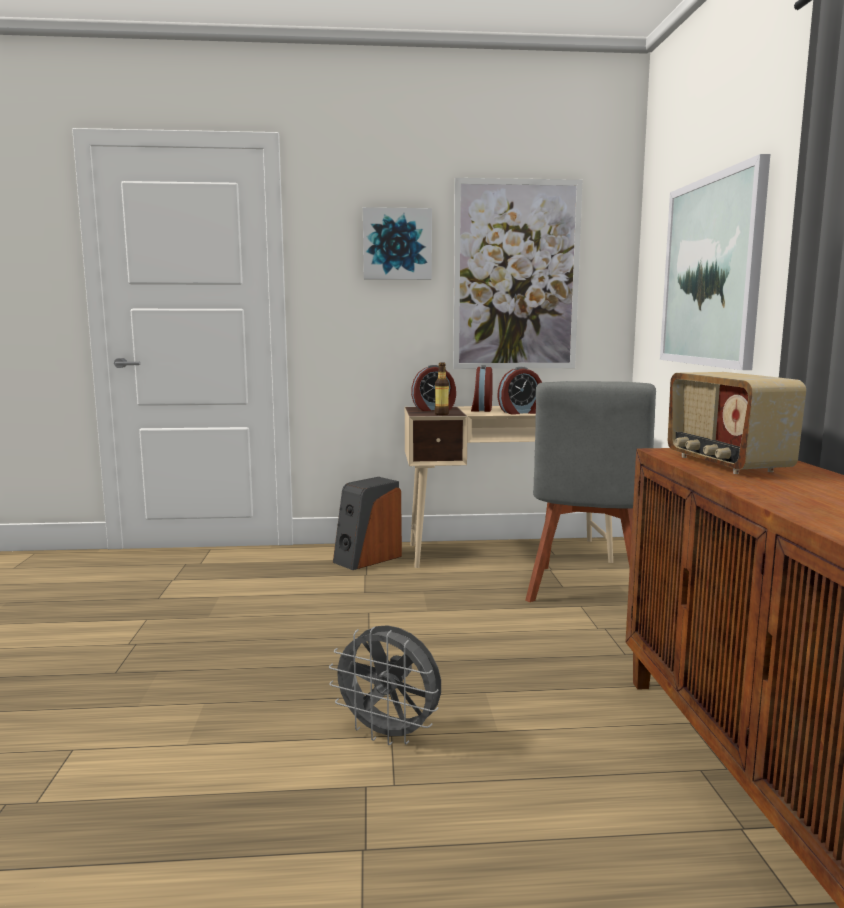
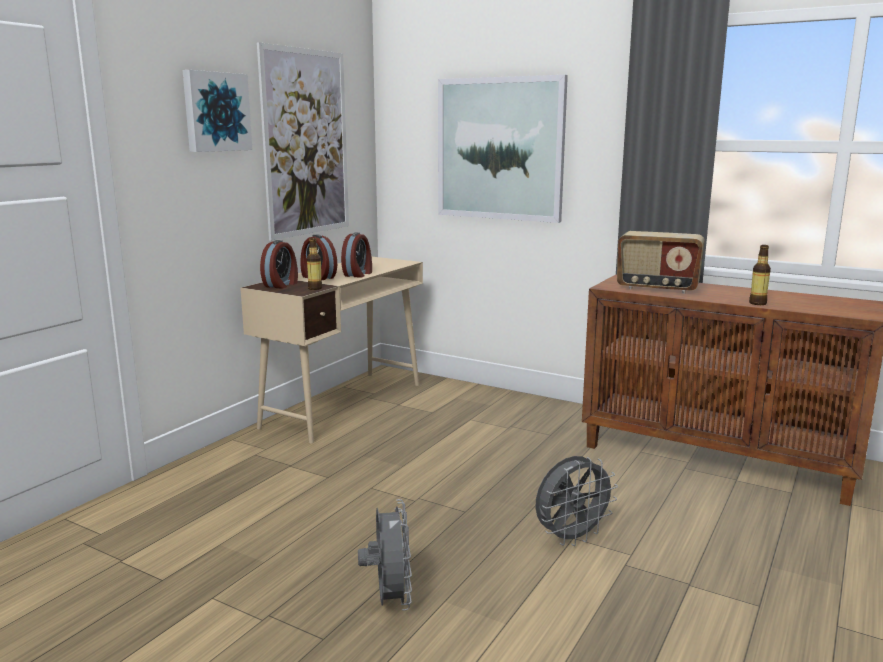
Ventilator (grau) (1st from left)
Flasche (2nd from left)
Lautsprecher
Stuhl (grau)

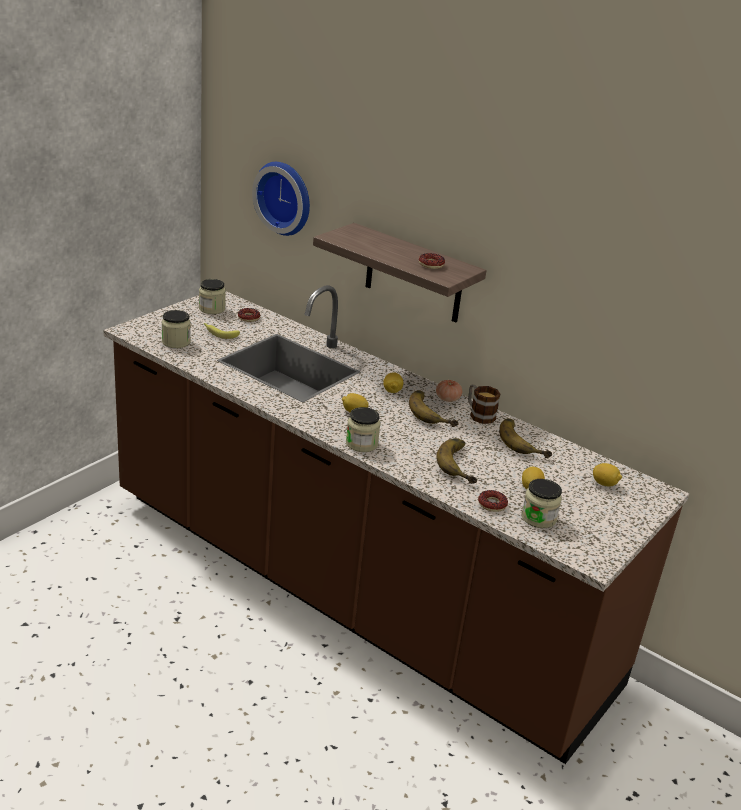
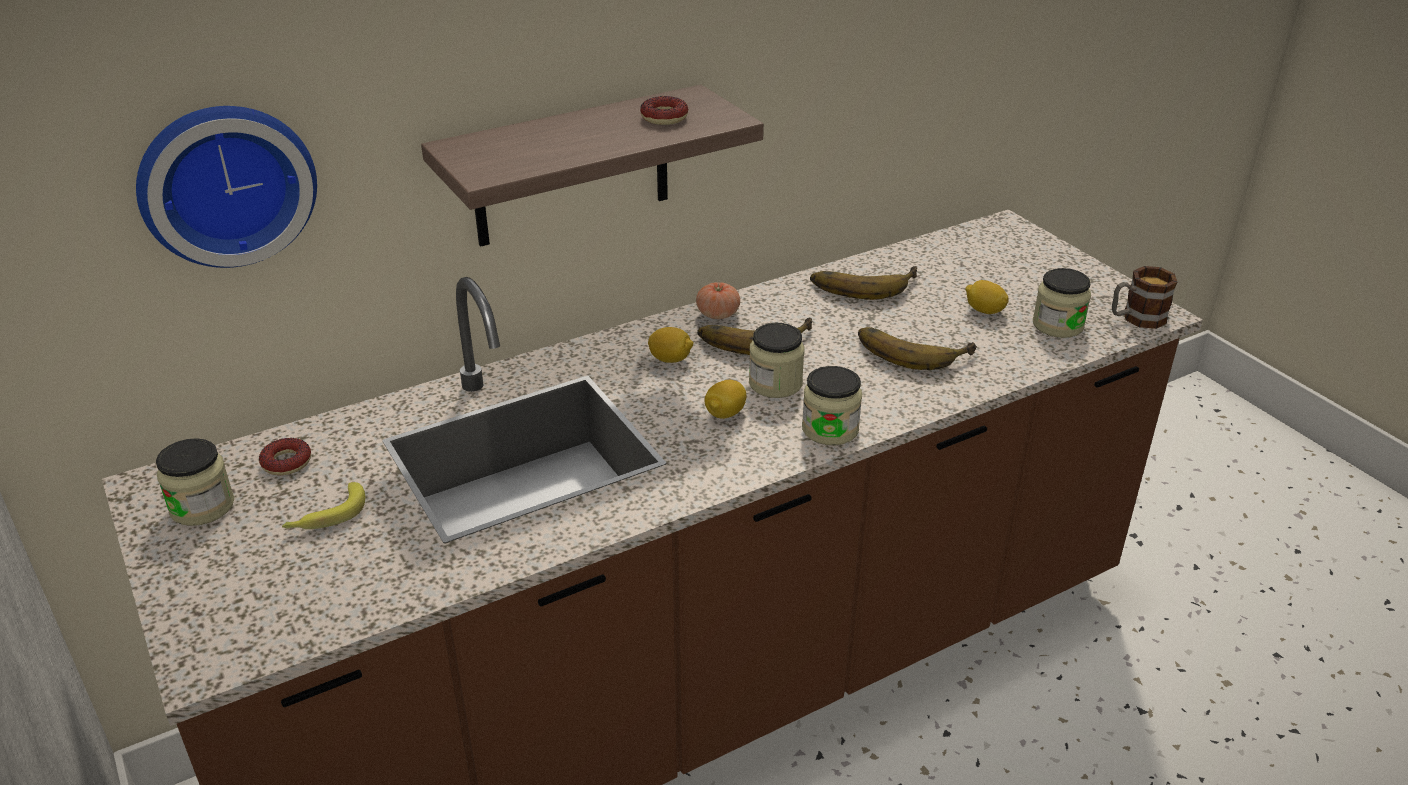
Vorratsglas (2nd from left)
Henkelbecher
Donut (3rd from left in the first image)
Zitrone (4th from left in the first image)

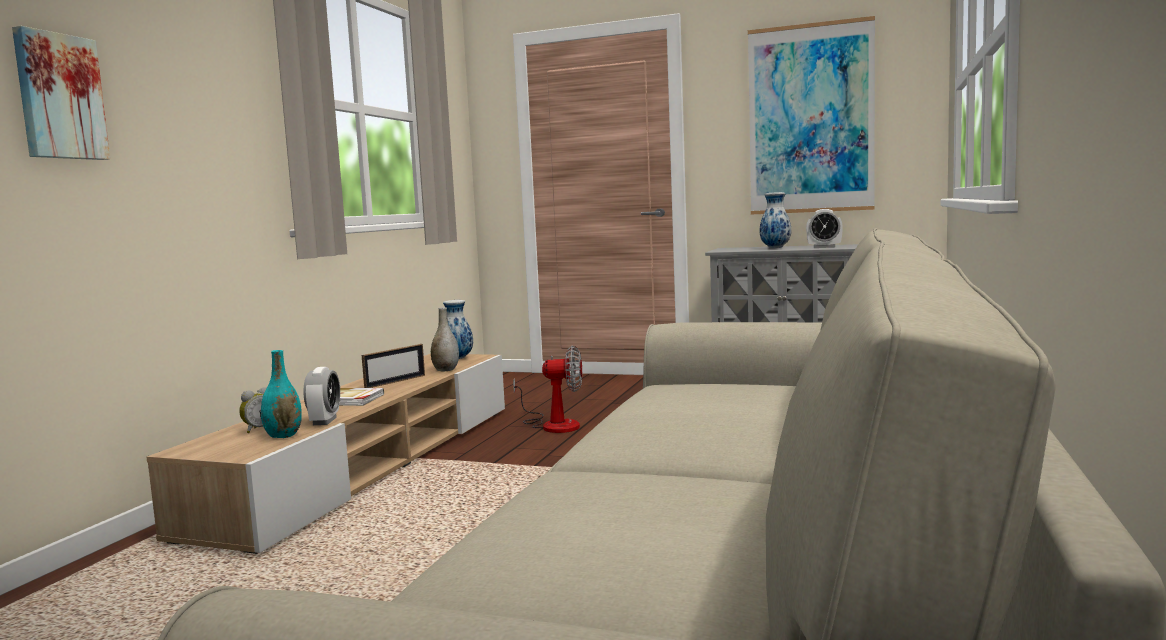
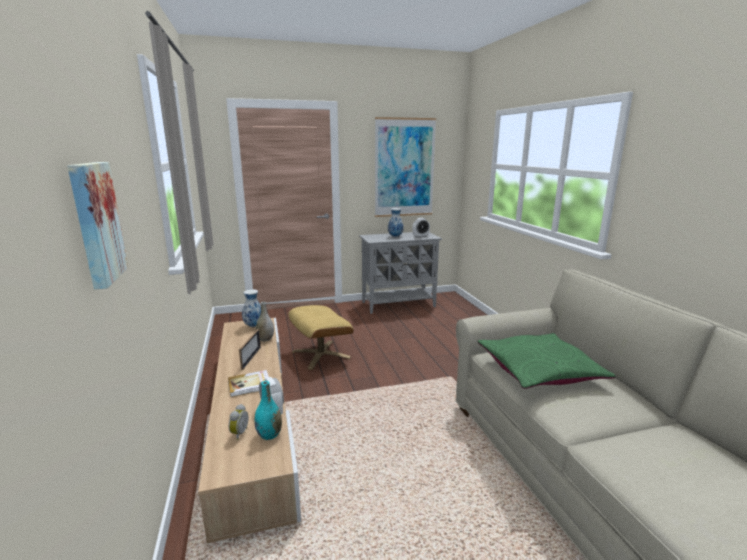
Polsterhocker (beige)
Kissen (grün)

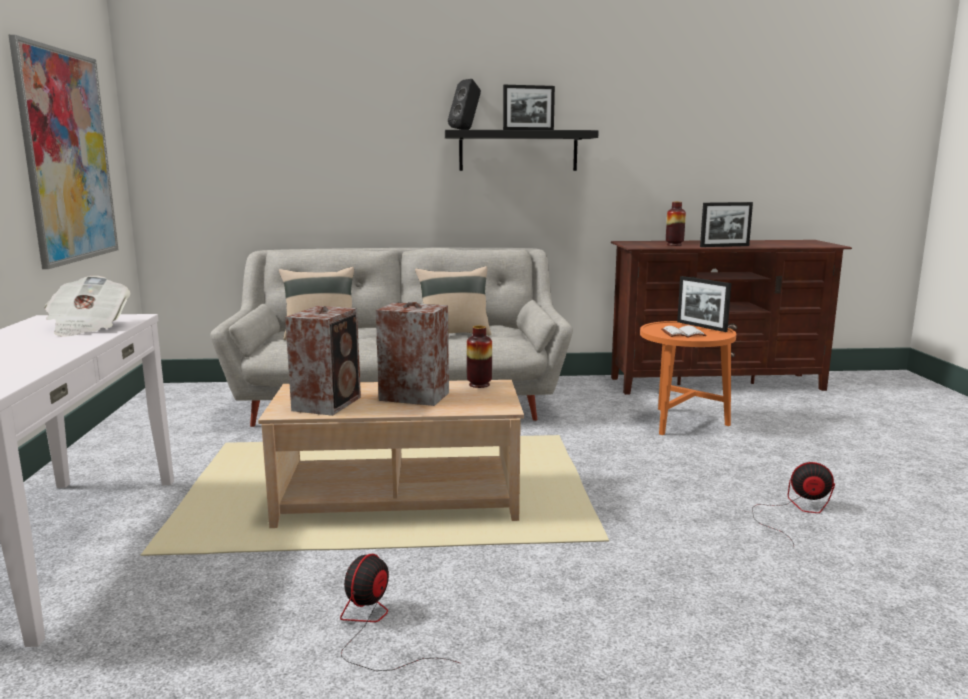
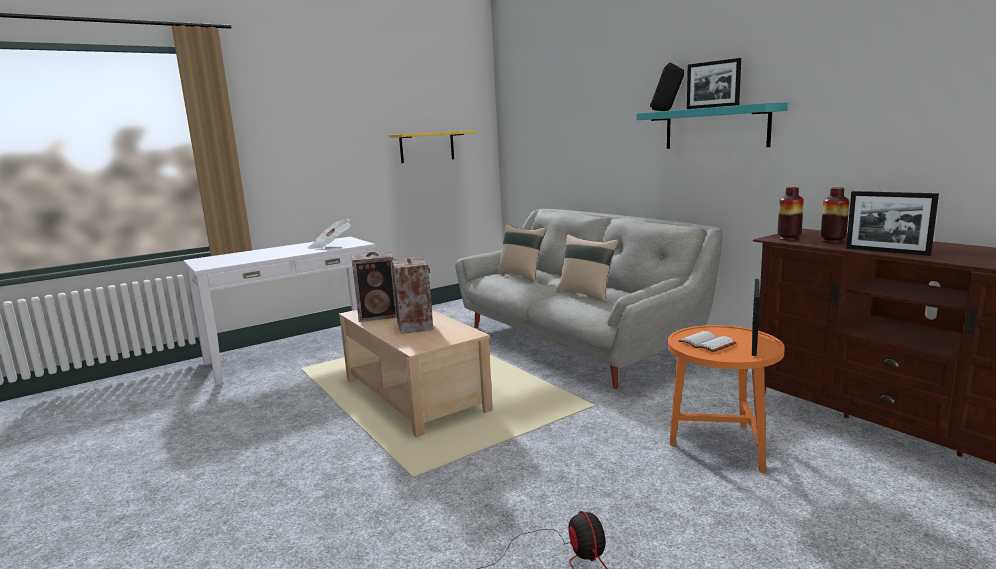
Wandregal (gelb)
Wandregal (türkis)
Vase (1st from left)
Ventilator (1st from left in the first image)

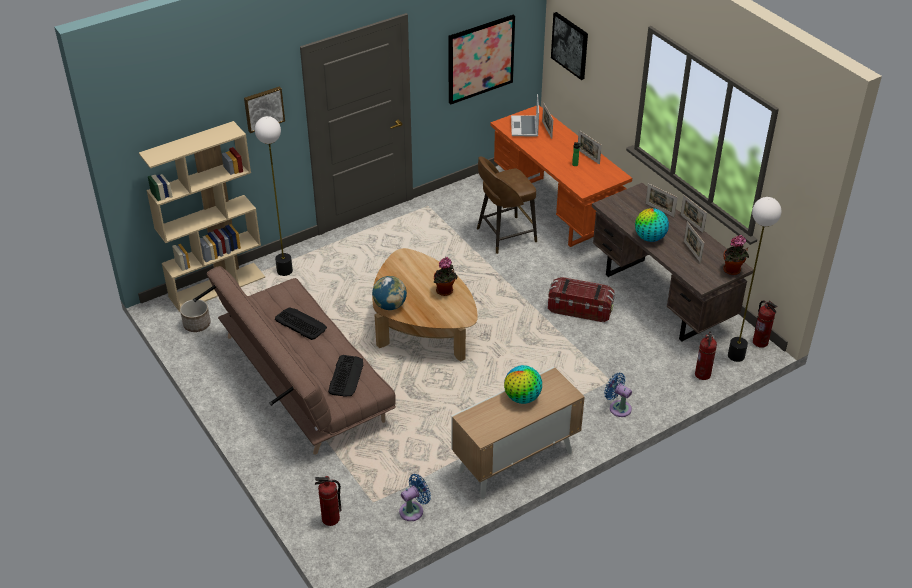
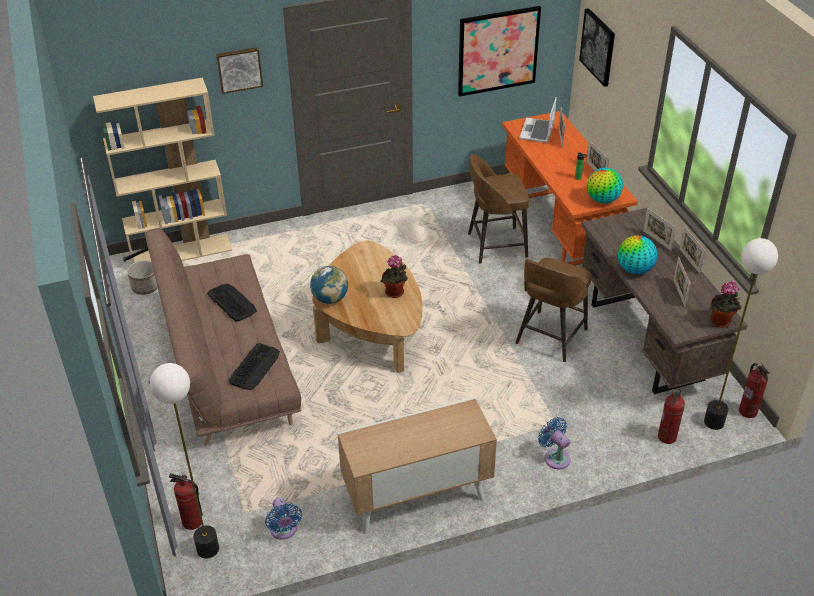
Stehlampe (1st from left)
Ventilator (blau) (1st from left)
Hocker (braun) (2nd from left)
Globus (2nd from left)

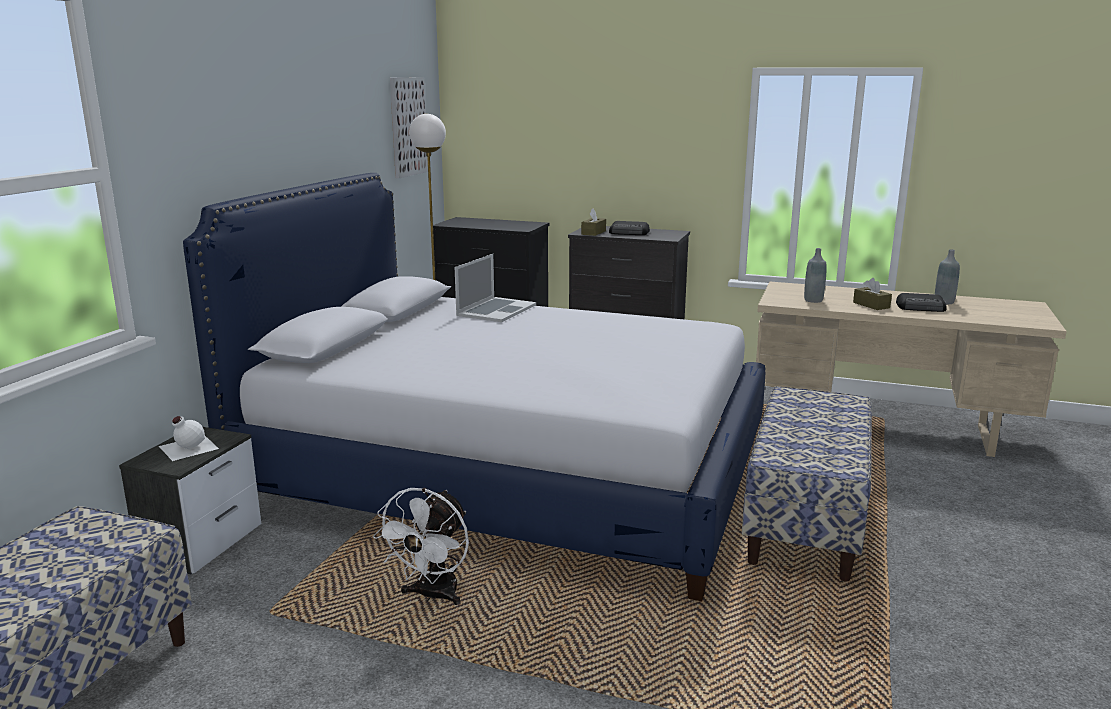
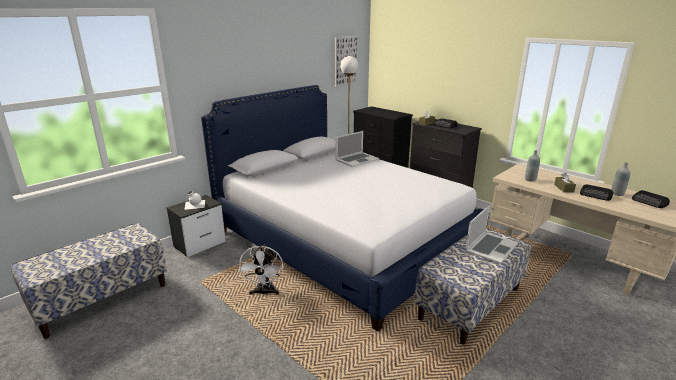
Ventilator (weiß)
Laptop (2nd from left)
Radio (3rd from left)

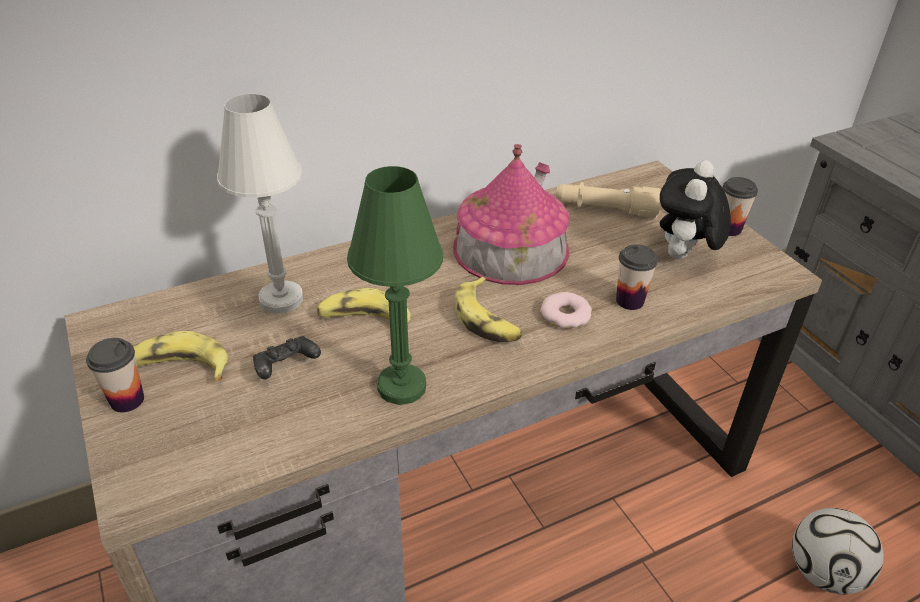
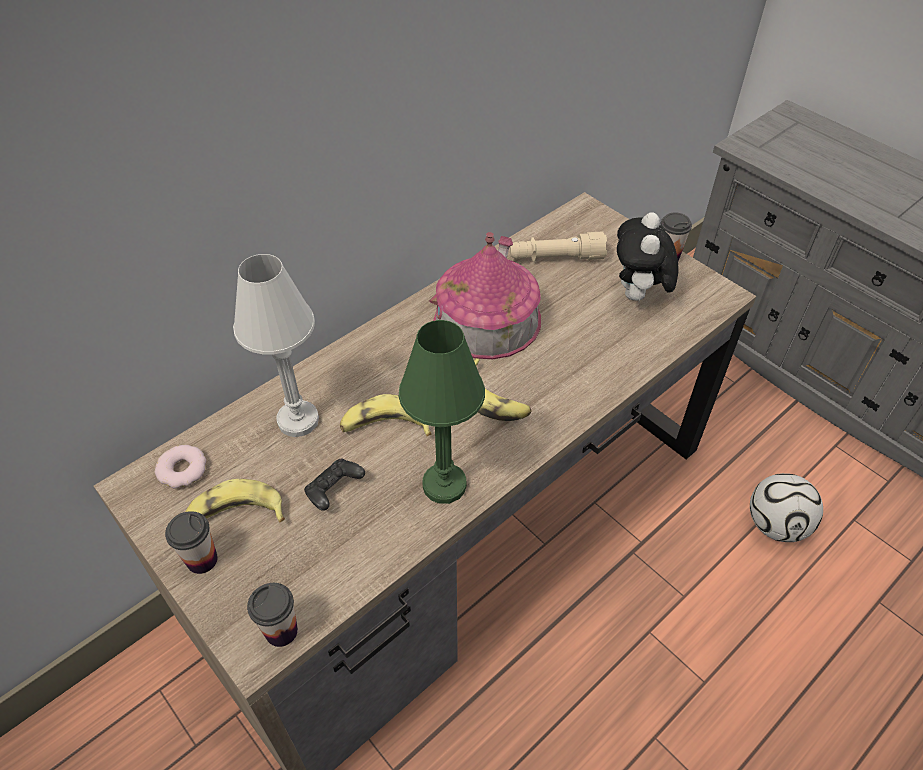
Donut
Tasse (2nd from left)

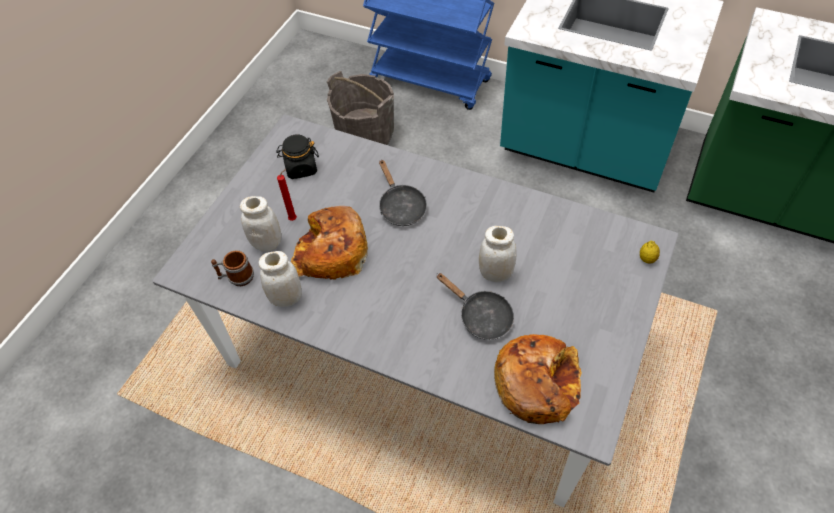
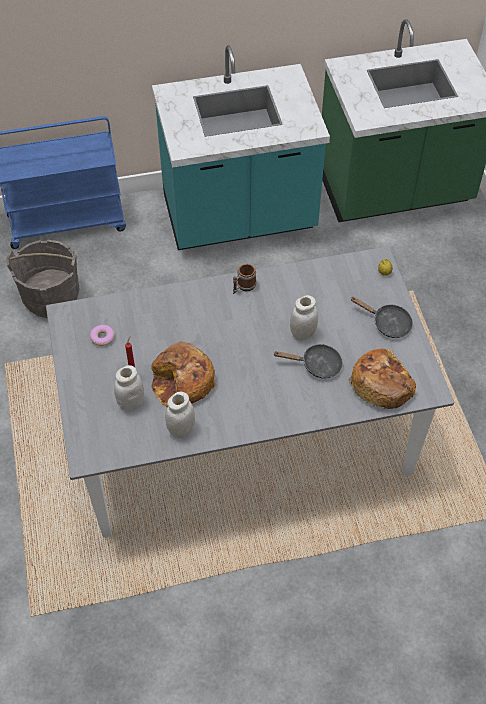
Donut
Henkelbecher
Pfanne (schwarz) (2nd from left)

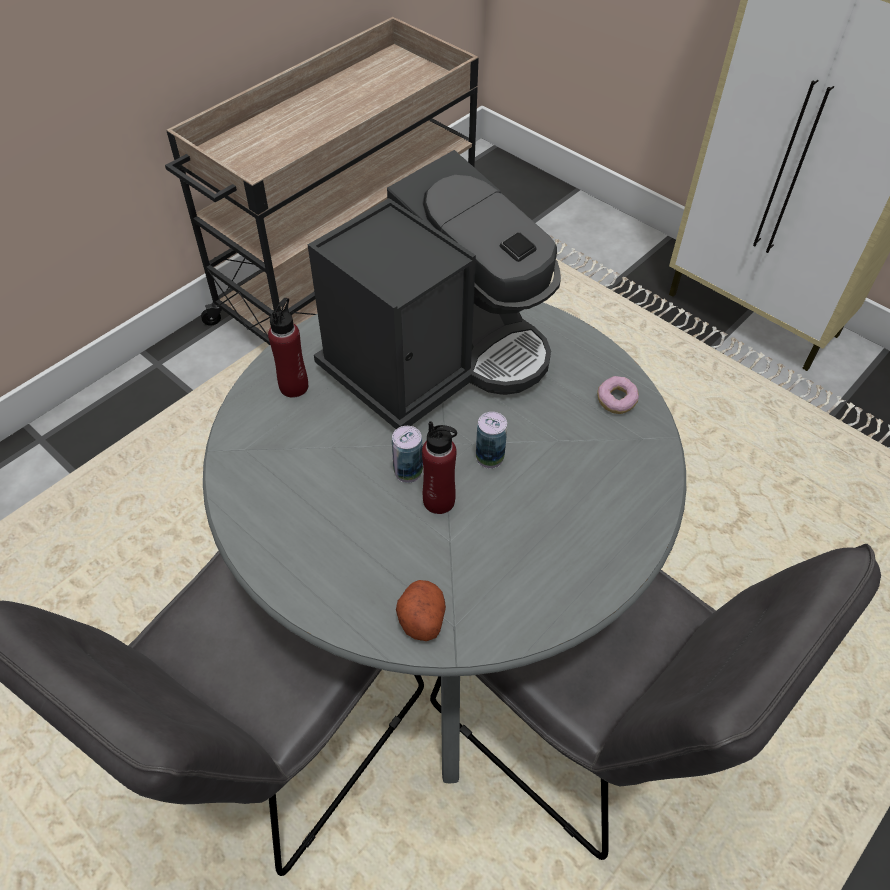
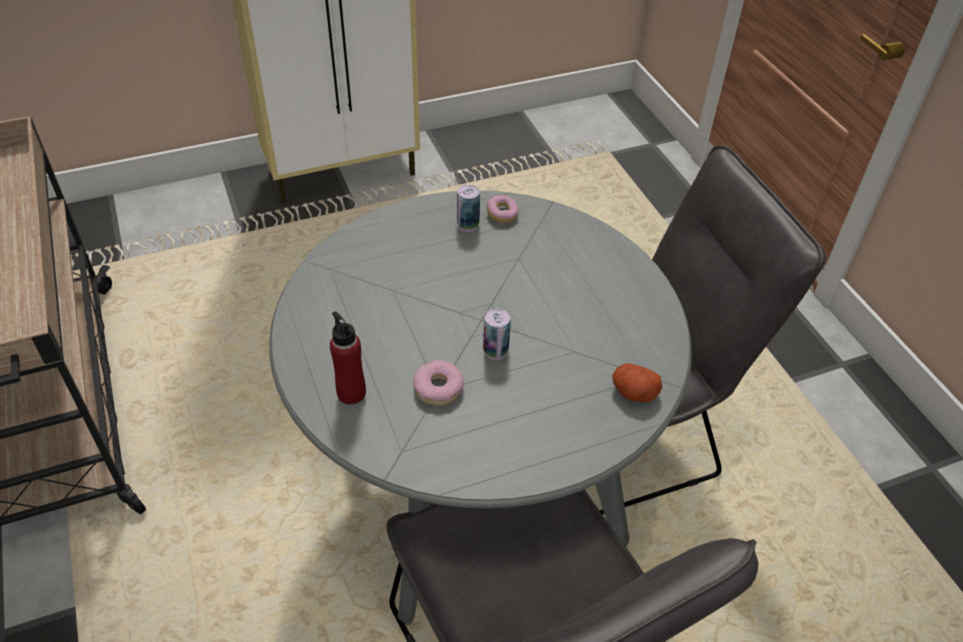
Donut (1st from left)
Dose (1st from left)
Kaffeemaschine
Flasche (rot) (2nd from left in the first image)

